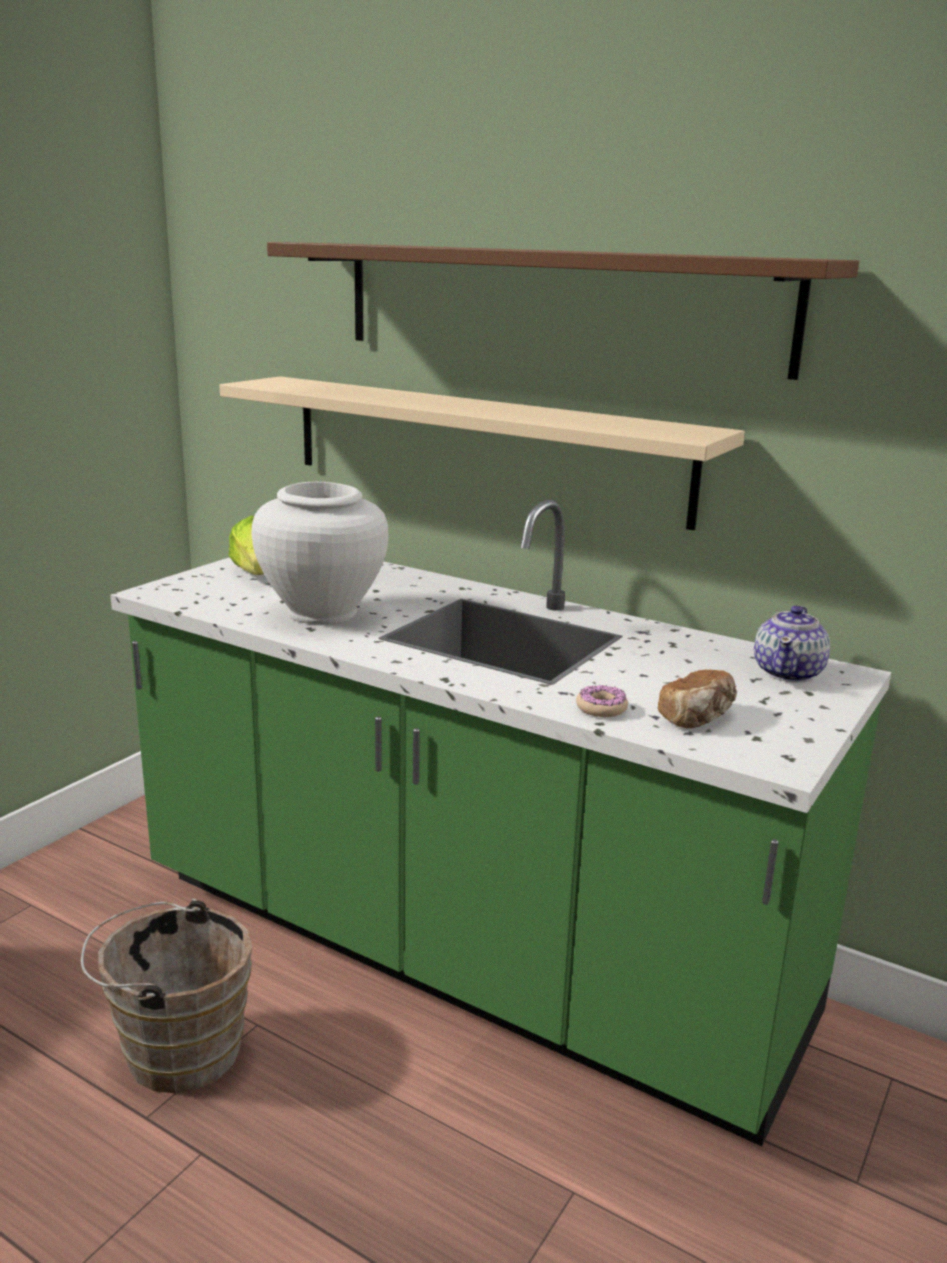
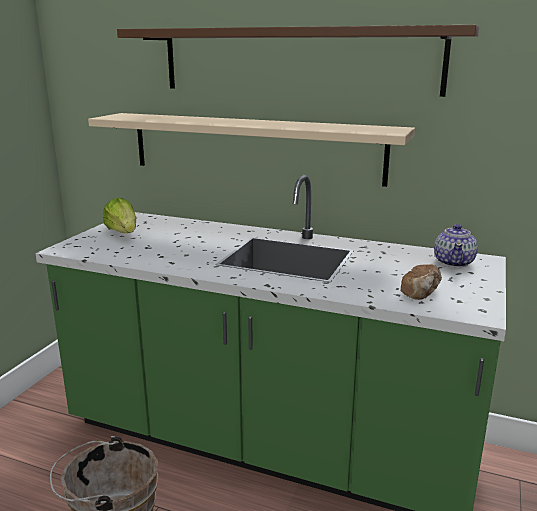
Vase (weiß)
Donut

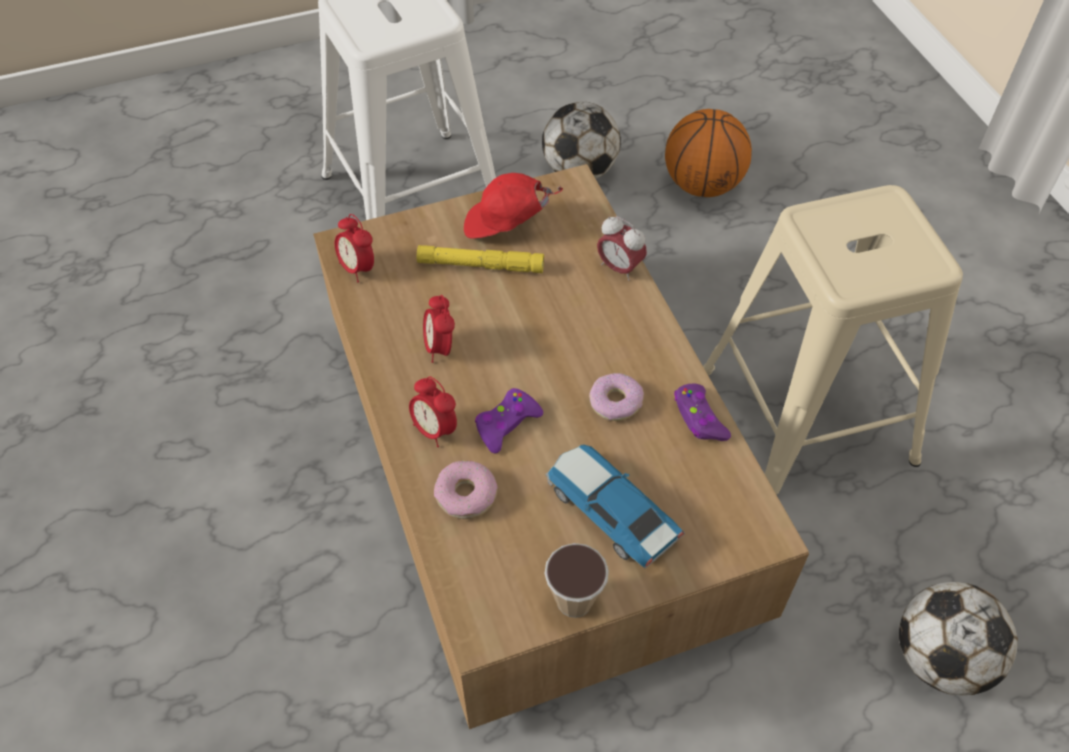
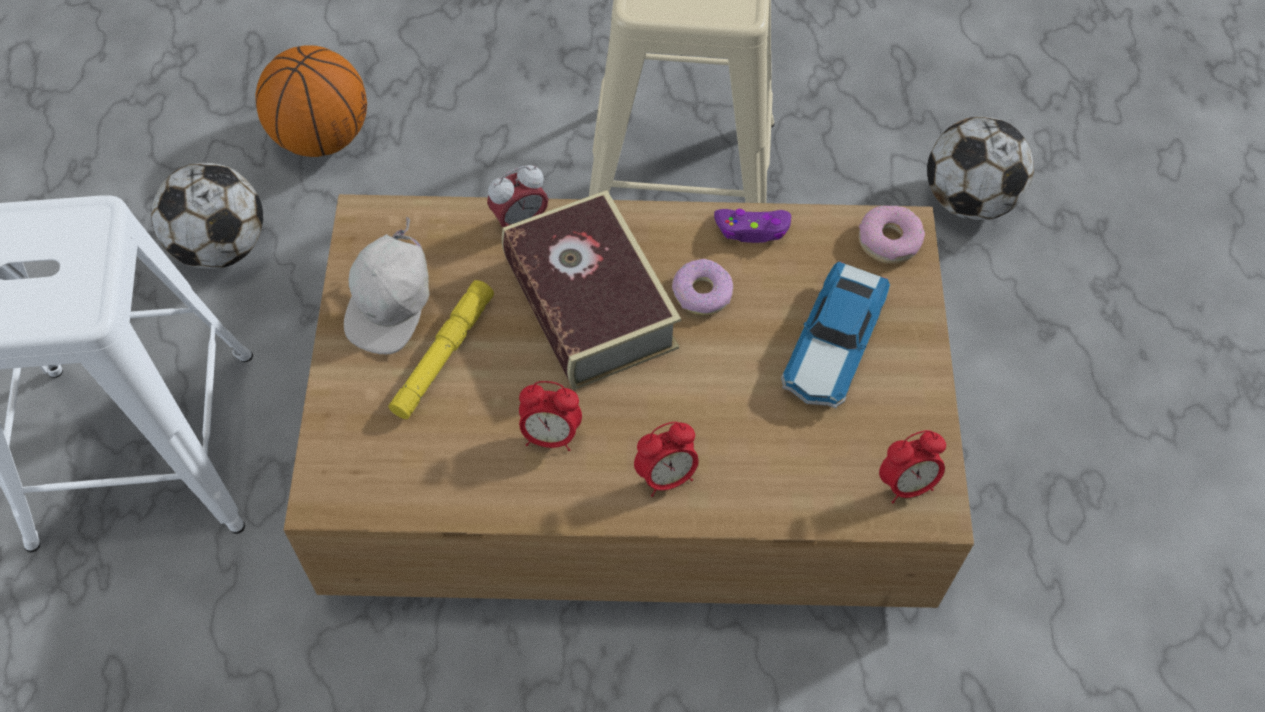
Kappe (weiß)
Buch
Spielzeugauto
Donut (2nd from left)
Wecker (4th from left)
Gamepad (lila) (1st from left in the first image)
Tasse

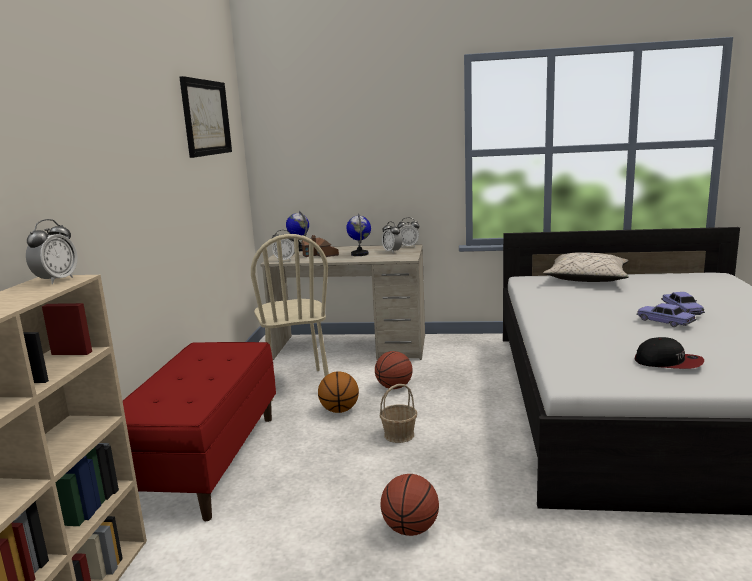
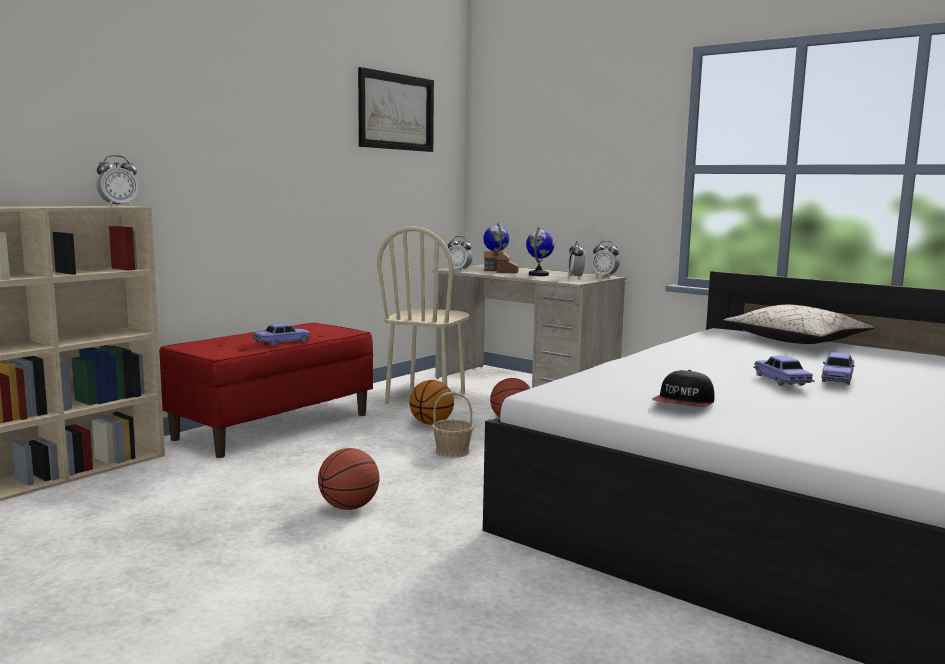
Spielzeugauto (1st from left)
Kappe

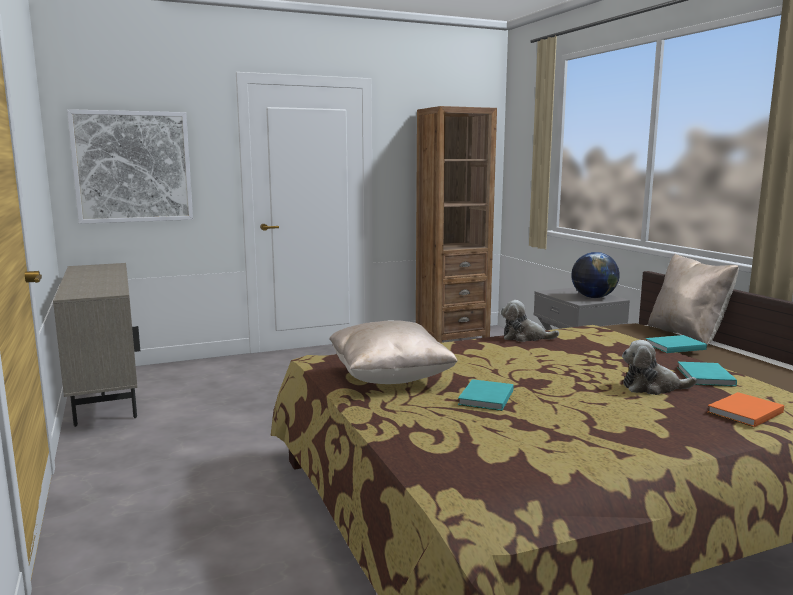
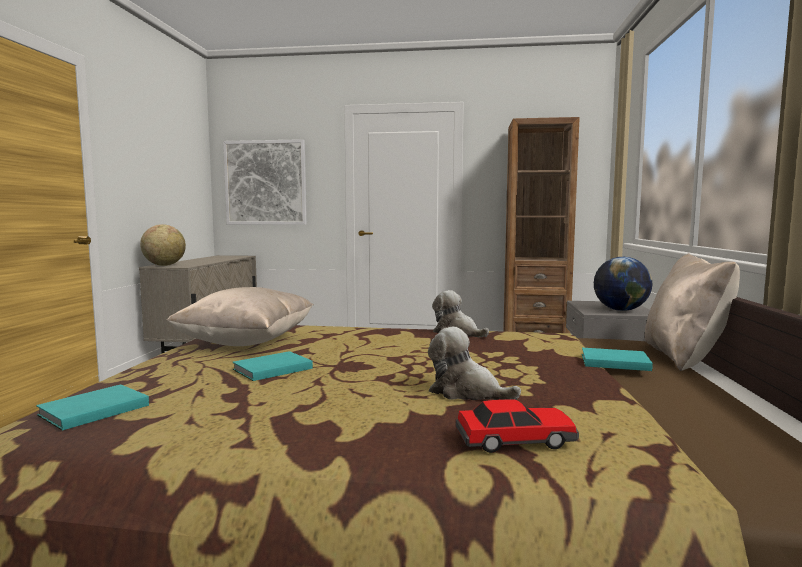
Buch (türkis) (1st from left)
Globus (1st from left)
Spielzeugauto

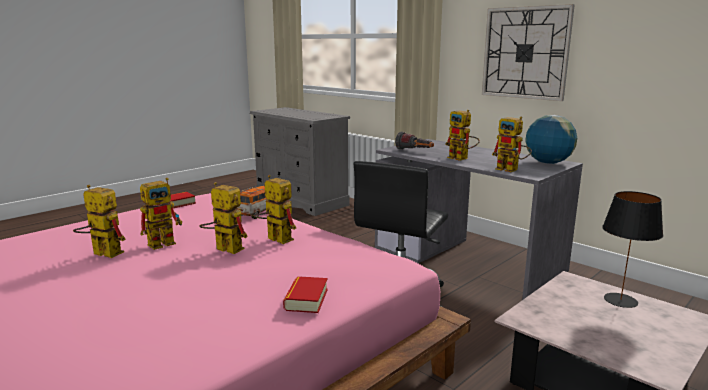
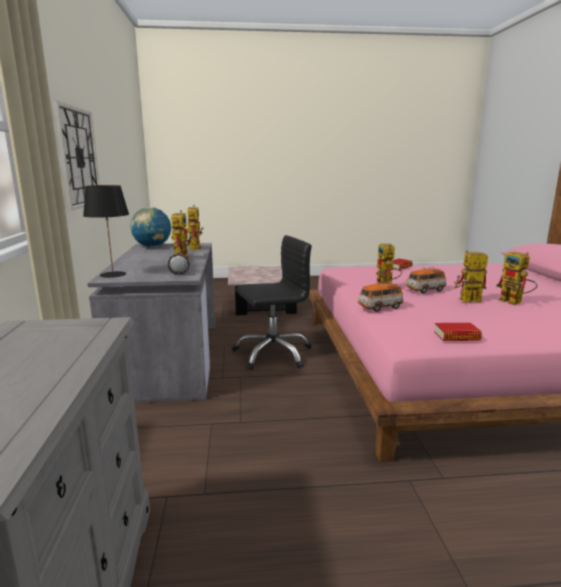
Tischlampe (schwarz)
Spielzeugauto (2nd from left)

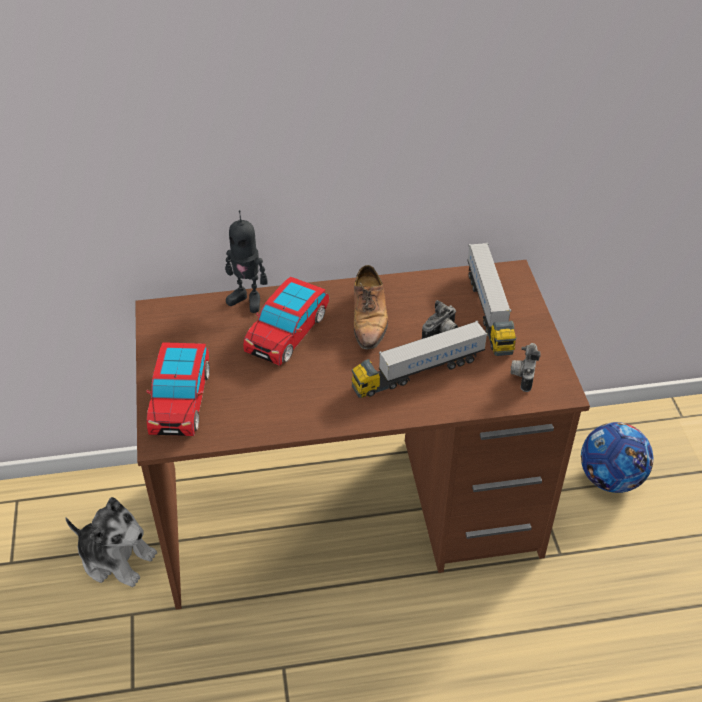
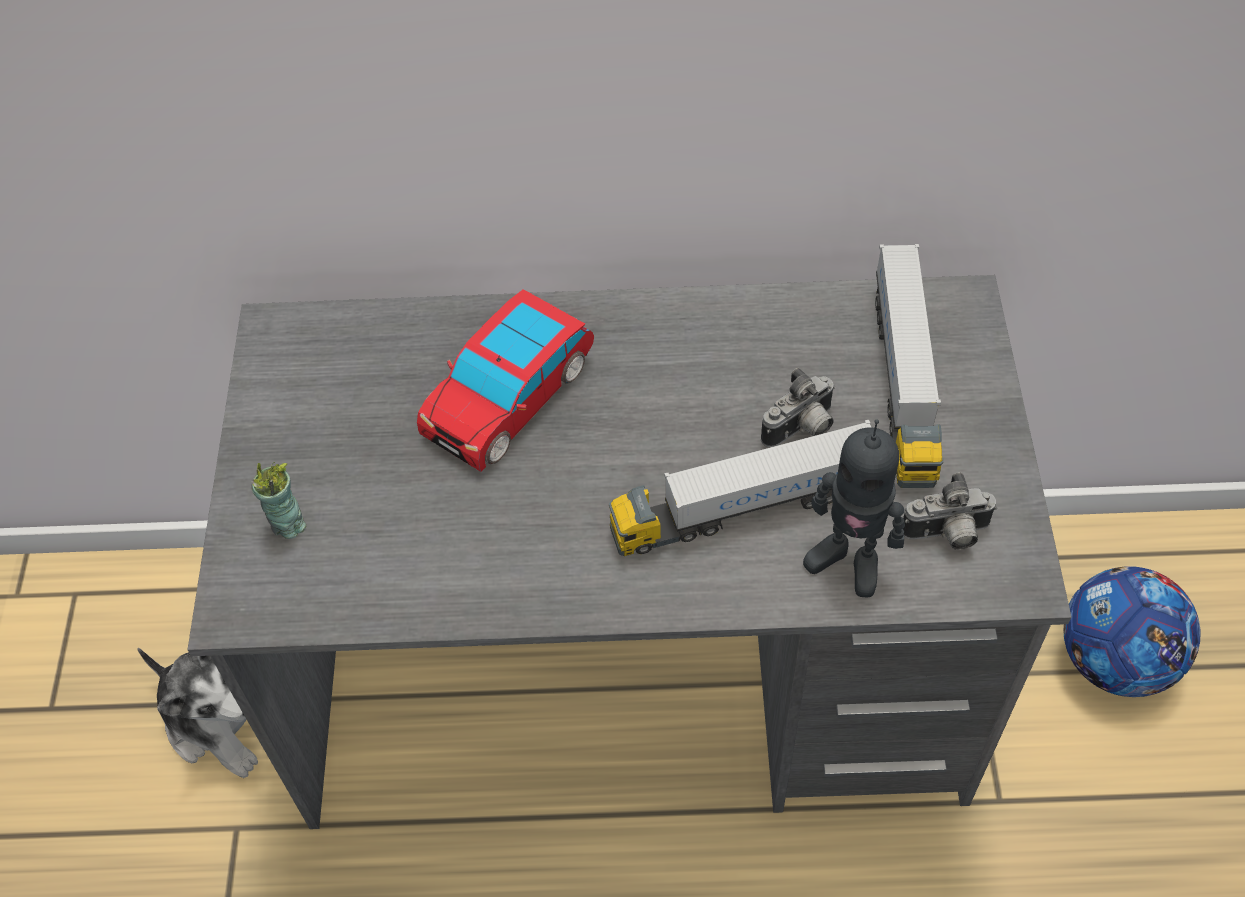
Schreibtisch (grau)
Tasse
Spielzeugroboter
Kamera (2nd from left)
Schuh

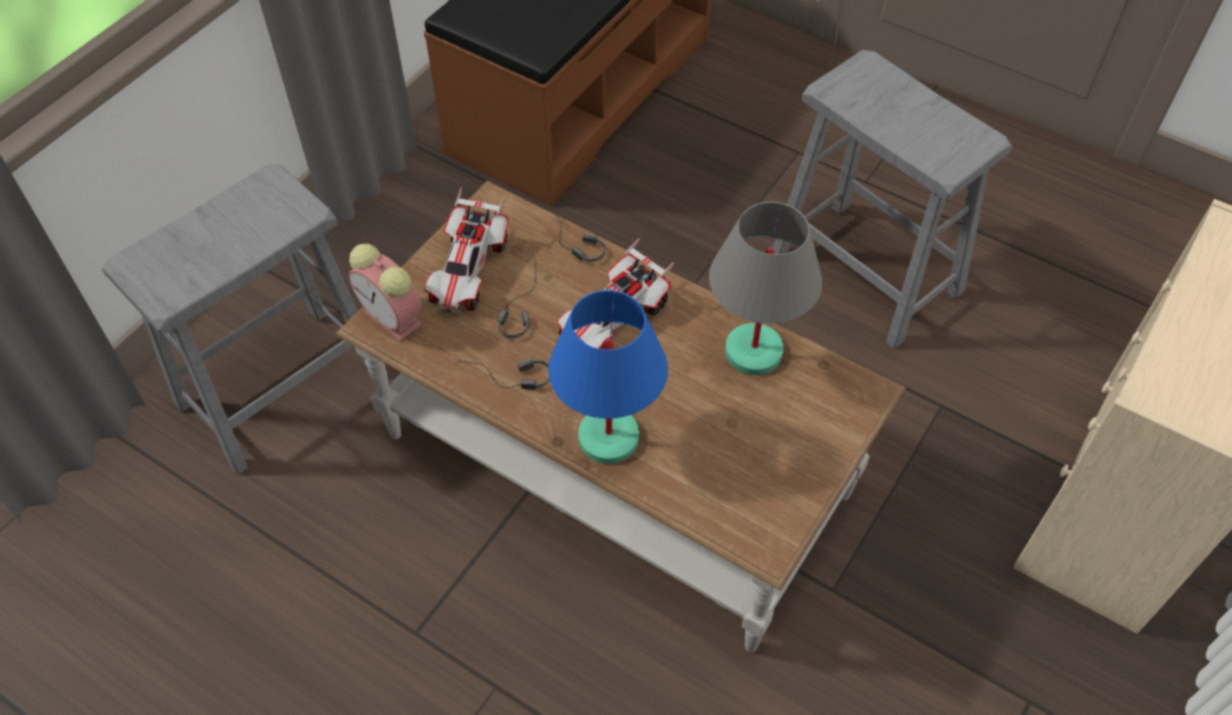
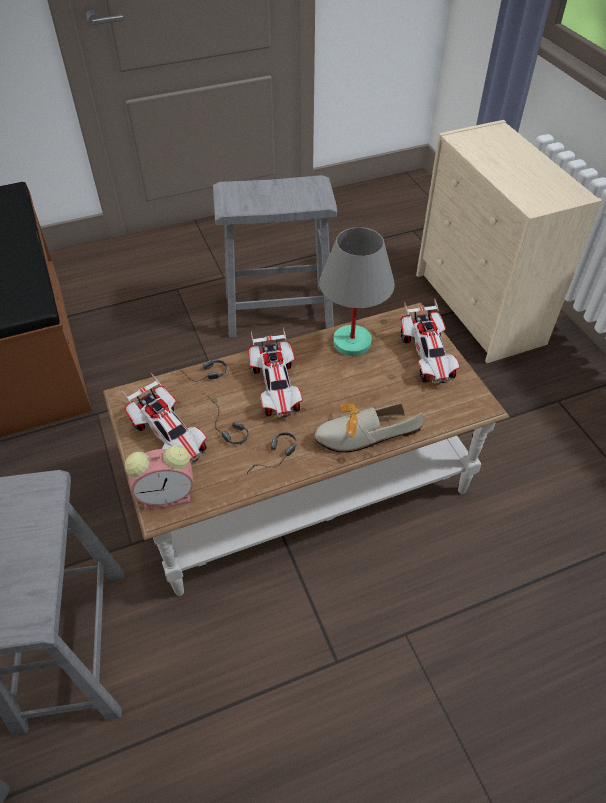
Schuh
Spielzeugauto (3rd from left)

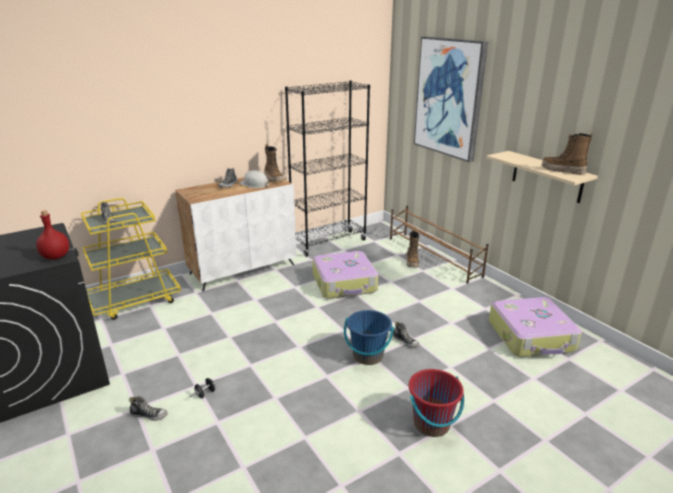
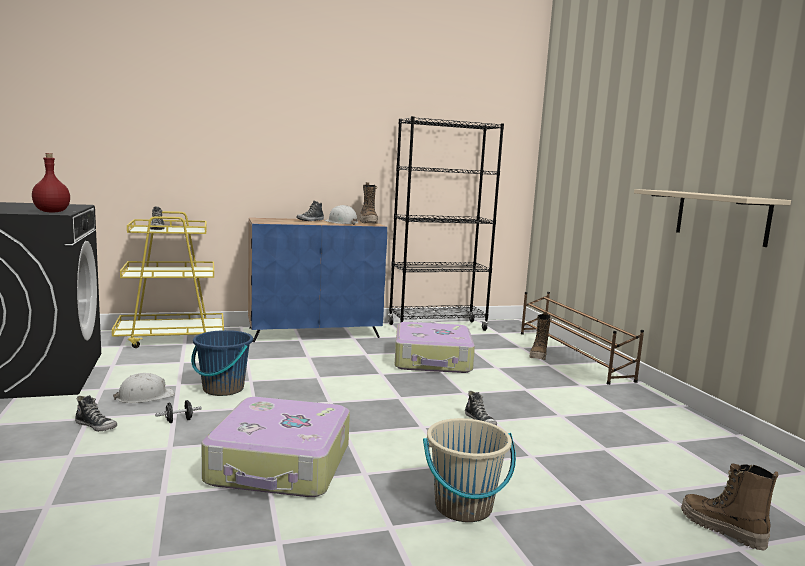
Schutzhelm (weiß) (1st from left)
Eimer (blau)
Koffer (1st from left)
Schrank (blau)
Eimer (beige)
Stiefel (3rd from left)
Bild

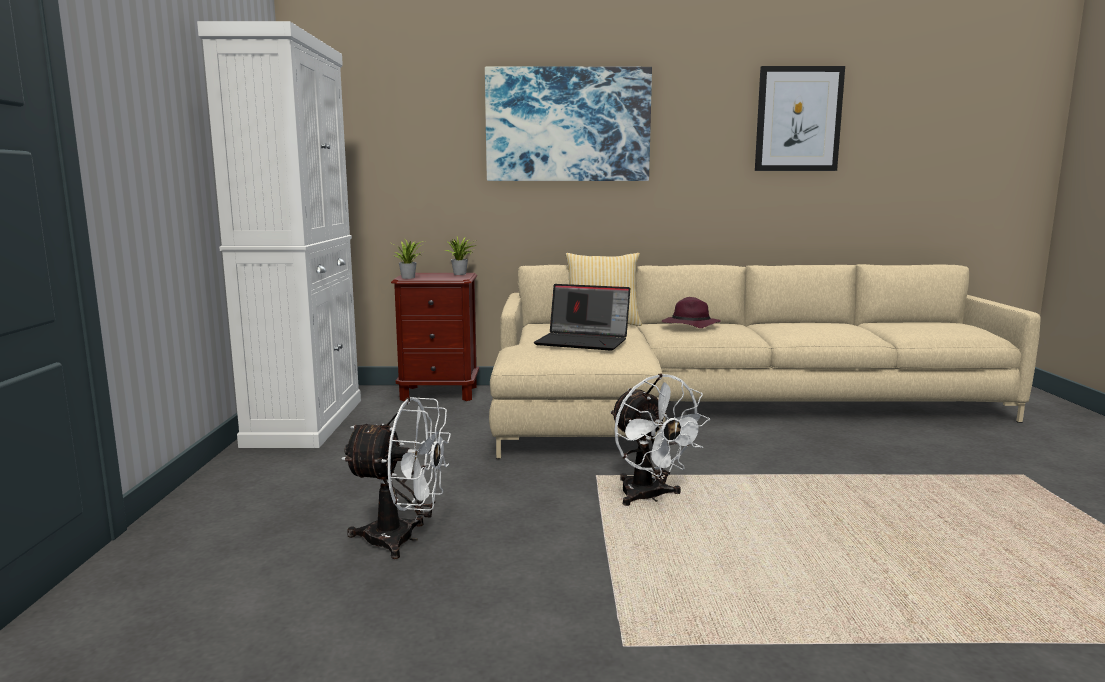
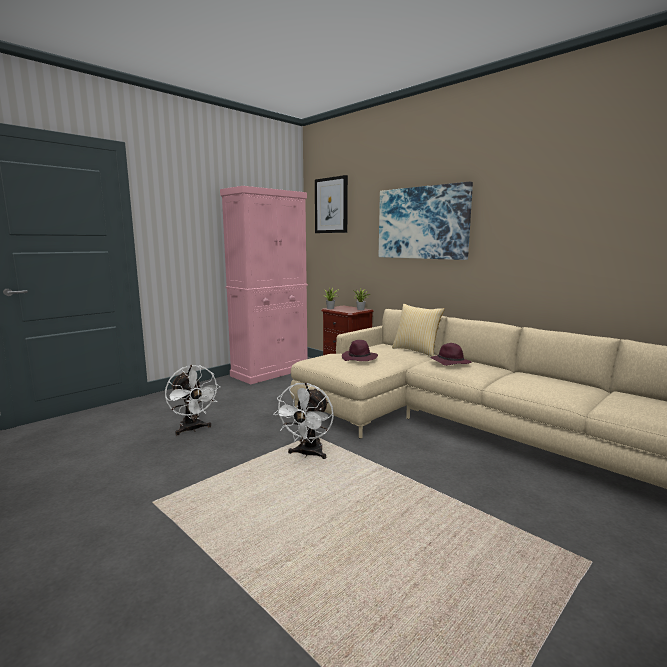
Schrank (rosa)
Bild (1st from left)
Hut (lila) (1st from left)

